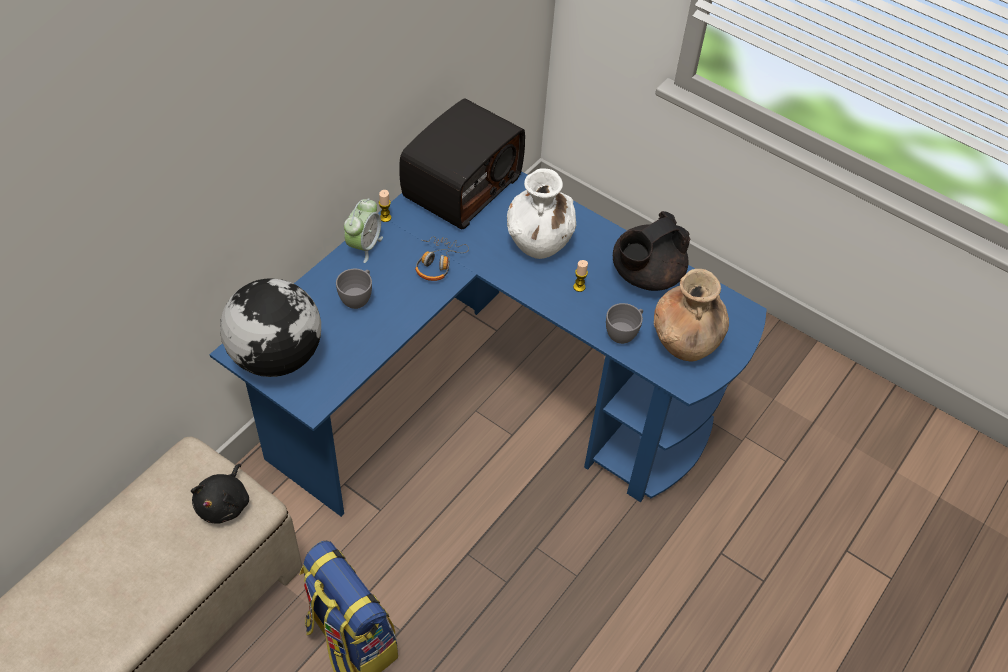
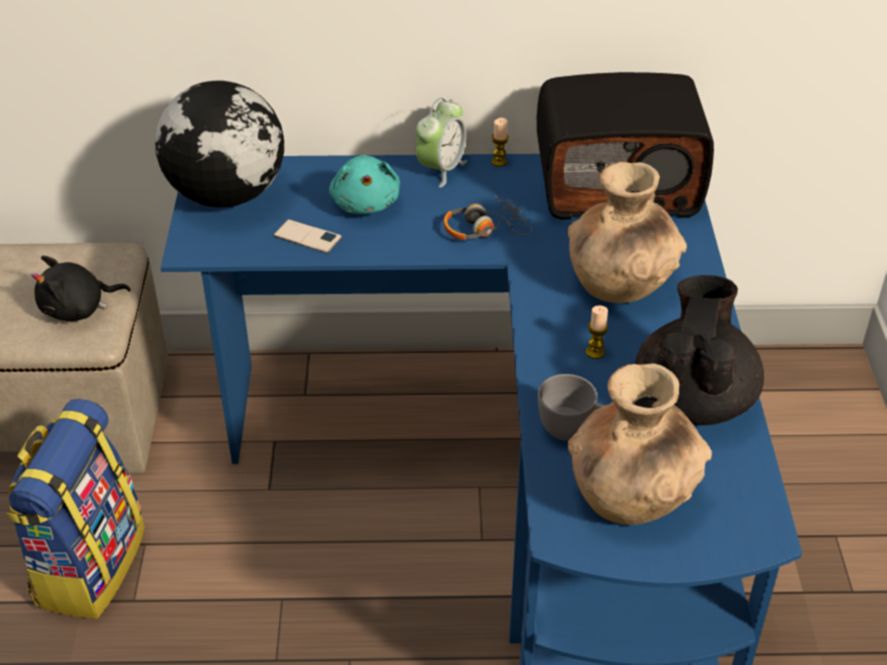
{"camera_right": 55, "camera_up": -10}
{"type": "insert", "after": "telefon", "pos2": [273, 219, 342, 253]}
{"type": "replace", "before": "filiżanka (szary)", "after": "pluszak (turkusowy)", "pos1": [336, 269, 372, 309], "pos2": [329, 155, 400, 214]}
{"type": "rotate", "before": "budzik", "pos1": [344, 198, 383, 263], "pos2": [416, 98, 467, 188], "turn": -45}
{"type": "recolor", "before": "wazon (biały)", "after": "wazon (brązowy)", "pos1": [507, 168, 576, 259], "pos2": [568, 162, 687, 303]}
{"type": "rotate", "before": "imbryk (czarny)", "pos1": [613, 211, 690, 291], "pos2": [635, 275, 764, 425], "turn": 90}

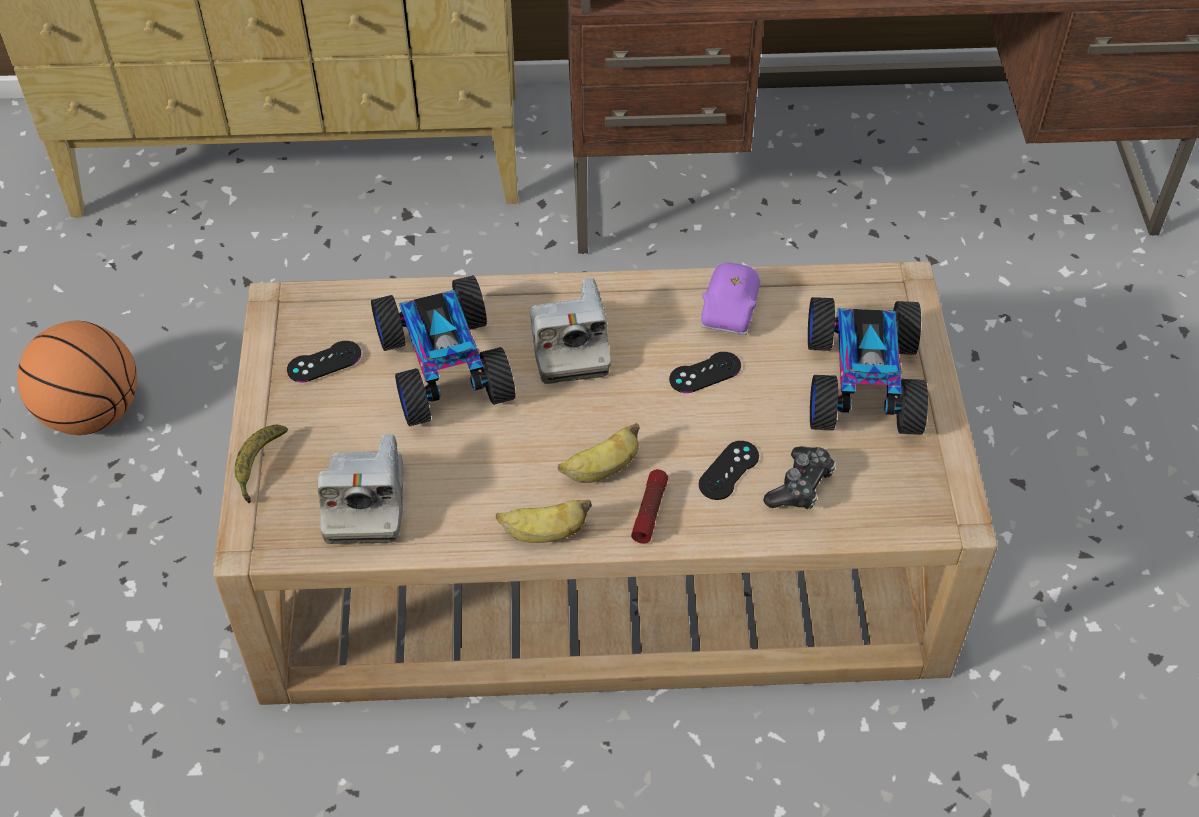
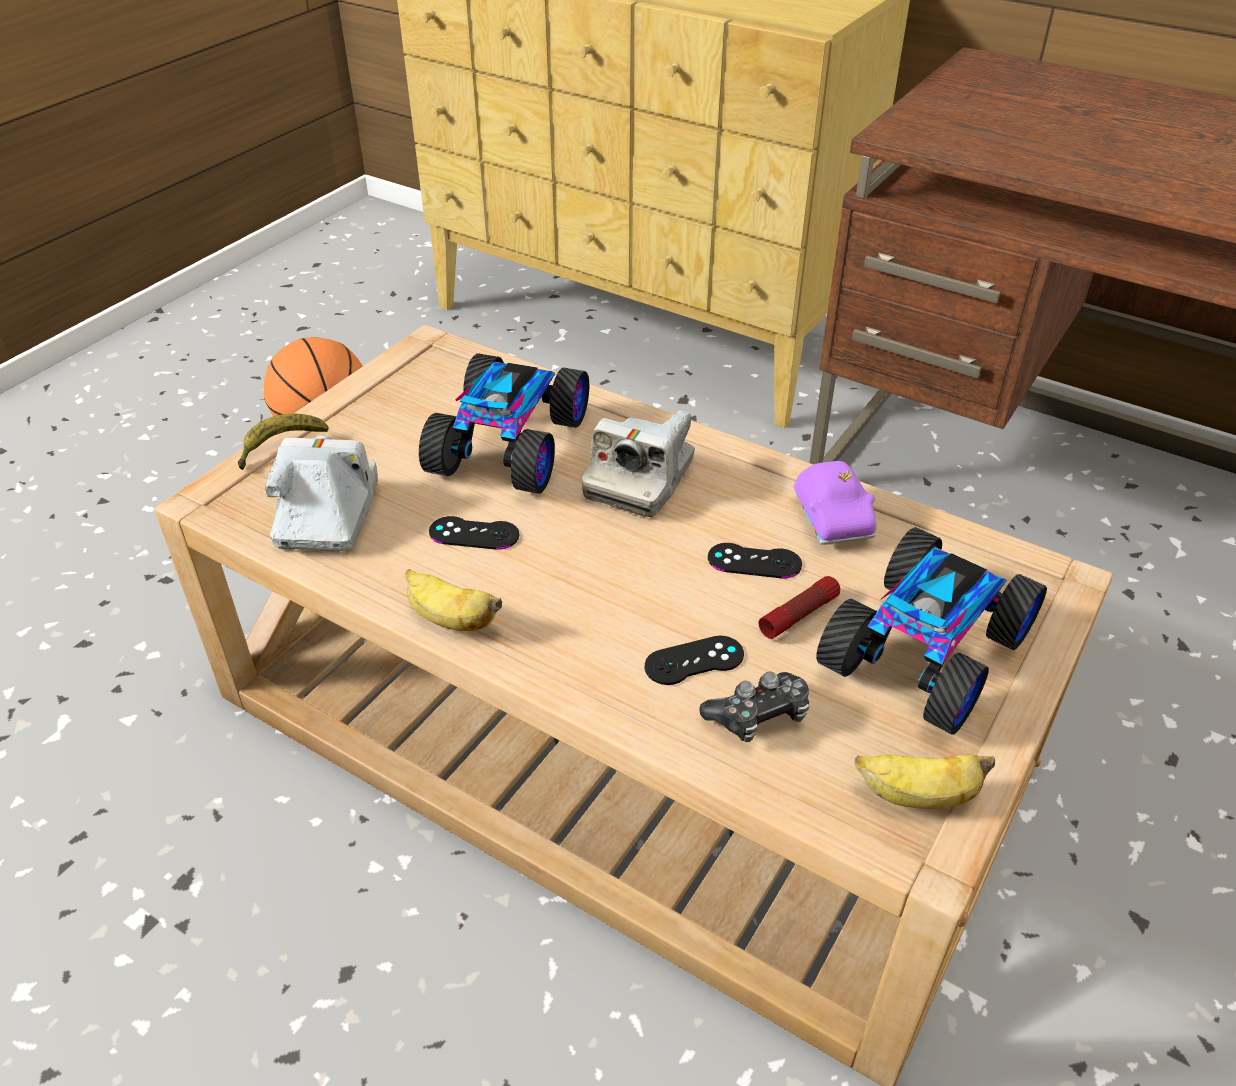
{"camera_right": 35, "camera_up": -10}
{"type": "rotate", "before": "aparat fotograficzny", "pos1": [318, 434, 403, 544], "pos2": [265, 435, 378, 551], "turn": 150}
{"type": "move", "before": "pad do gier (czarny)", "pos1": [287, 341, 361, 382], "pos2": [429, 516, 519, 550]}
{"type": "move", "before": "latarka", "pos1": [631, 469, 668, 544], "pos2": [758, 576, 840, 639]}
{"type": "rotate", "before": "samochodzik (fioletowy)", "pos1": [701, 262, 760, 335], "pos2": [794, 461, 876, 545], "turn": -60}
{"type": "move", "before": "banan", "pos1": [558, 423, 640, 483], "pos2": [855, 754, 995, 809]}

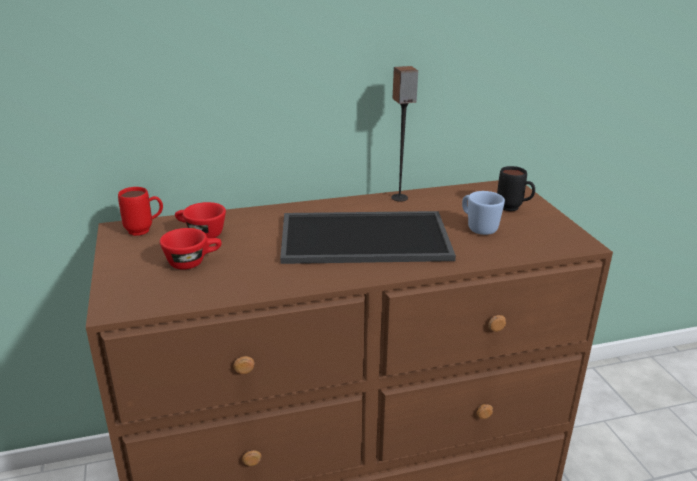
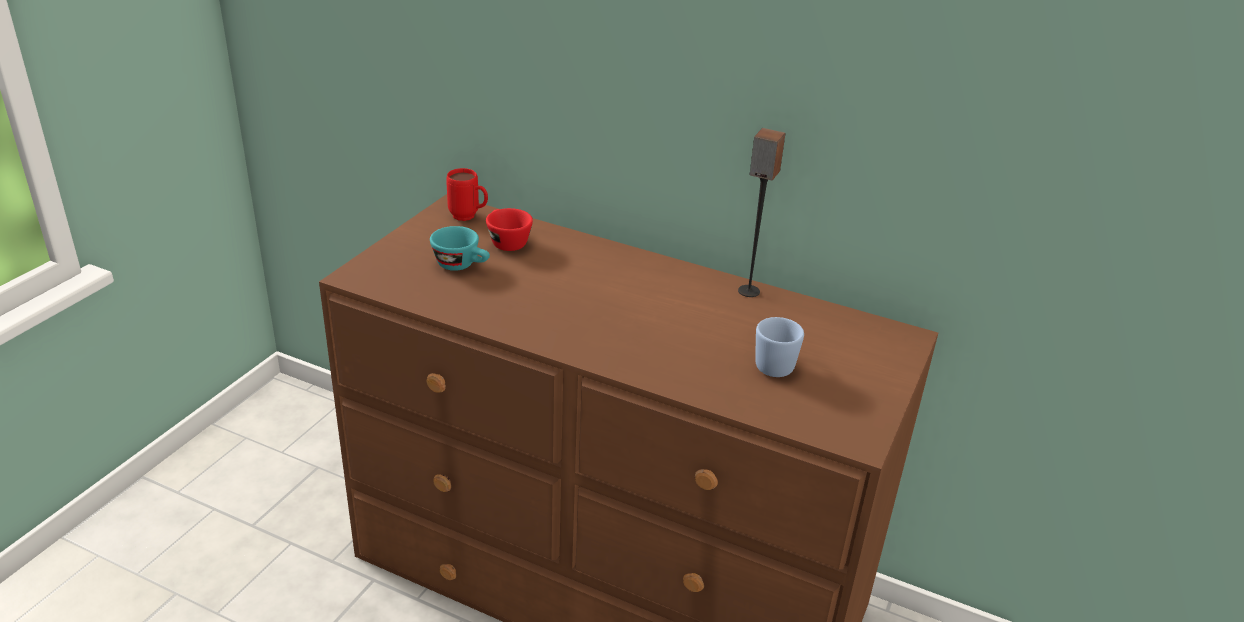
{"camera_right": 40, "camera_up": 5}
{"type": "recolor", "before": "filiżanka (czerwony)", "after": "filiżanka (turkusowy)", "pos1": [160, 228, 221, 270], "pos2": [430, 226, 490, 271]}
{"type": "delete", "before": "taca", "pos1": [280, 211, 456, 264]}
{"type": "delete", "before": "kubek (czarny)", "pos1": [497, 166, 535, 211]}

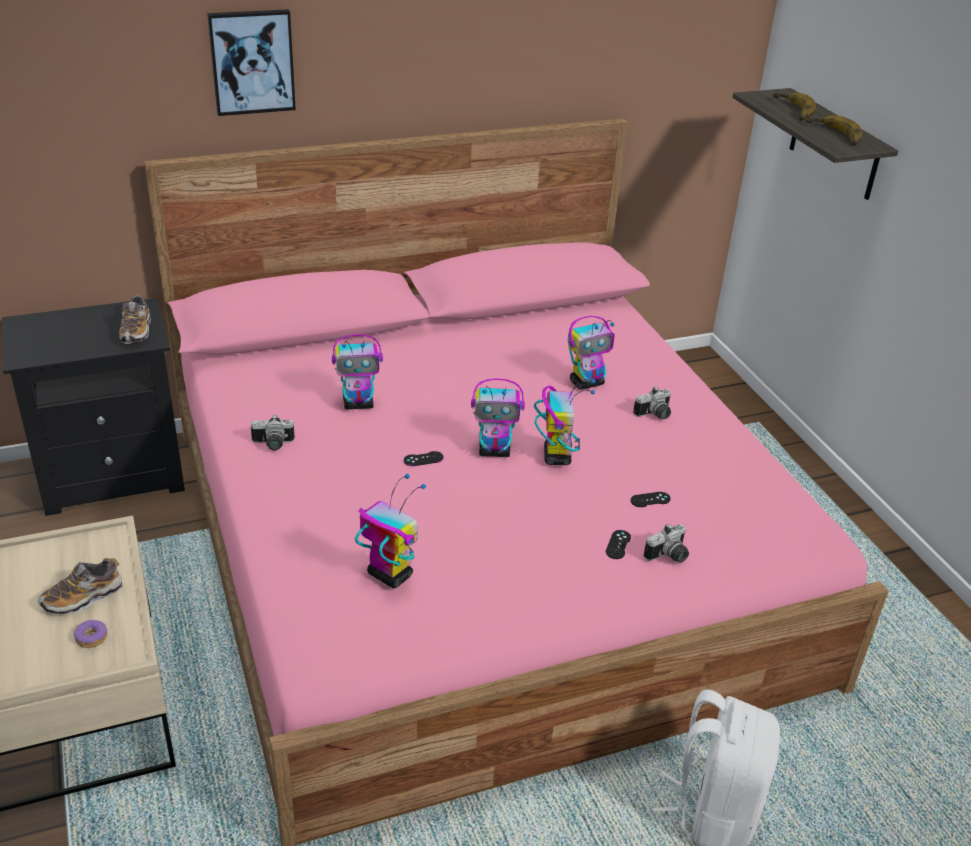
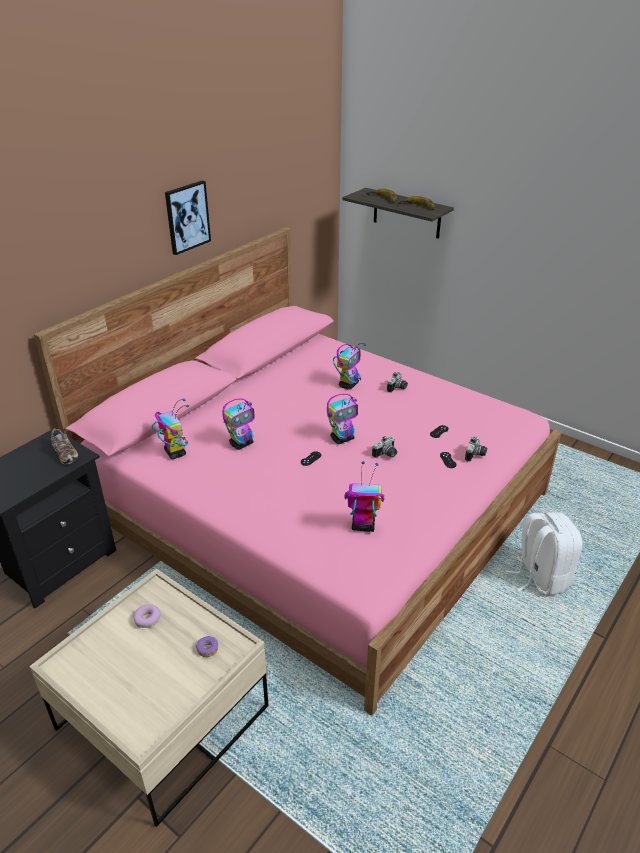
{"camera_right": -30, "camera_up": 0}
{"type": "insert", "after": "donut", "pos2": [133, 604, 161, 628]}
{"type": "move", "before": "robot zabawkowy", "pos1": [534, 379, 595, 465], "pos2": [152, 399, 189, 459]}
{"type": "move", "before": "obraz", "pos1": [207, 9, 296, 116], "pos2": [165, 181, 211, 255]}
{"type": "move", "before": "aparat fotograficzny", "pos1": [251, 415, 295, 451], "pos2": [372, 436, 397, 458]}
{"type": "delete", "before": "but", "pos1": [39, 558, 123, 614]}

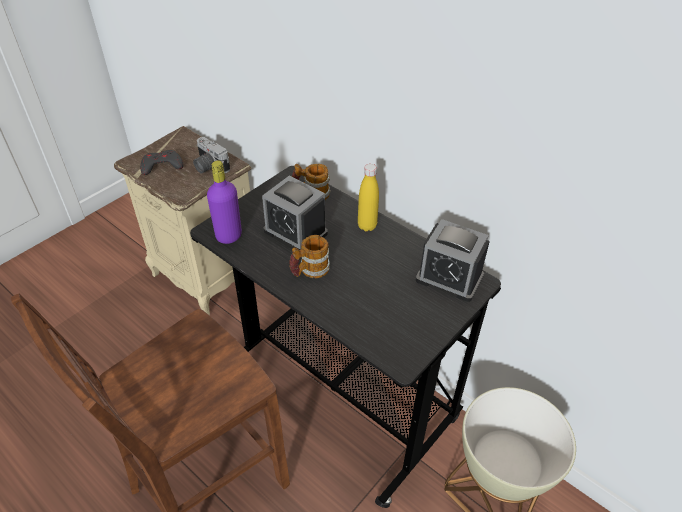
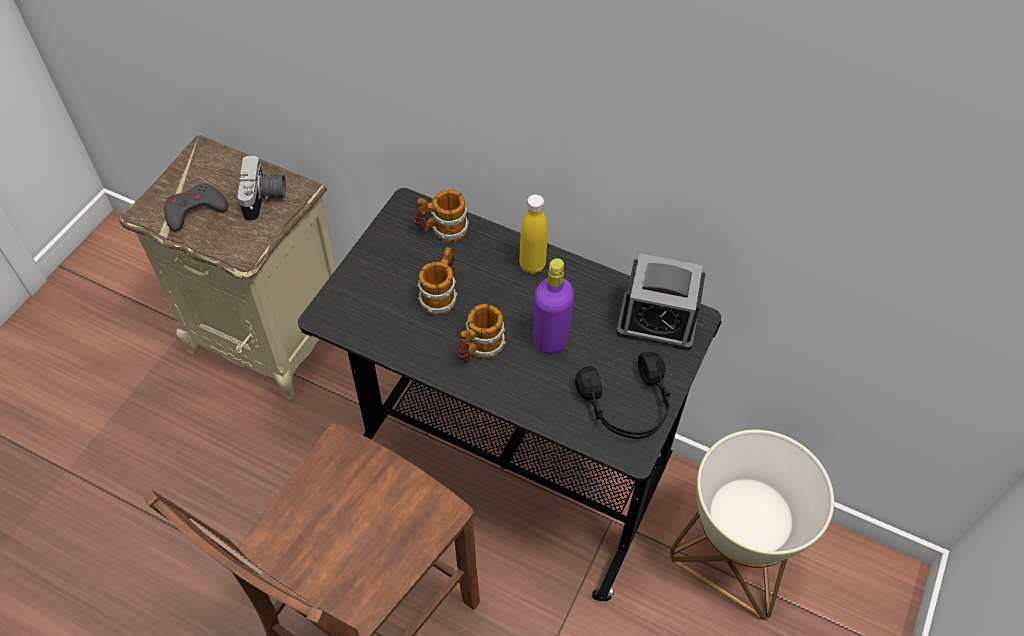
{"camera_right": -15, "camera_up": 10}
{"type": "rotate", "before": "aparat fotograficzny", "pos1": [193, 137, 230, 174], "pos2": [237, 156, 286, 222], "turn": -120}
{"type": "replace", "before": "budzik", "after": "kubek", "pos1": [262, 176, 328, 250], "pos2": [417, 247, 458, 315]}
{"type": "move", "before": "butelka (fioletowy)", "pos1": [207, 161, 242, 244], "pos2": [533, 258, 574, 354]}
{"type": "insert", "after": "słuchawki (czarny)", "pos2": [575, 352, 670, 439]}

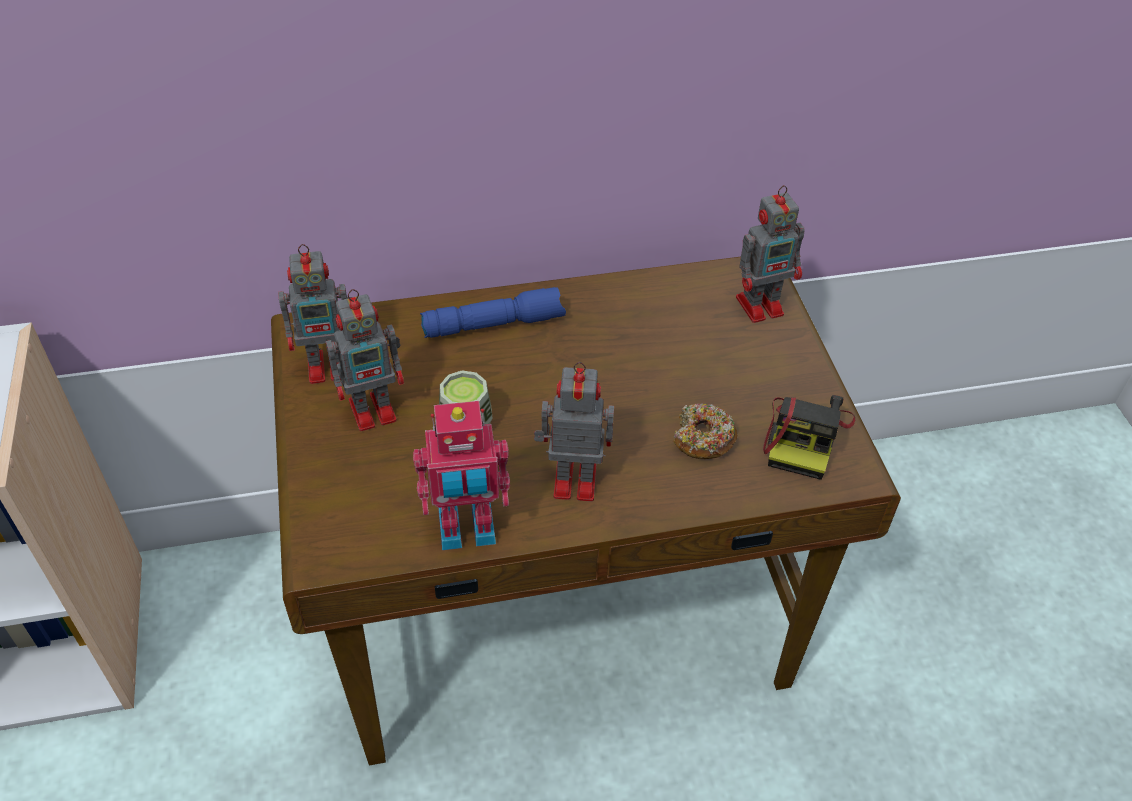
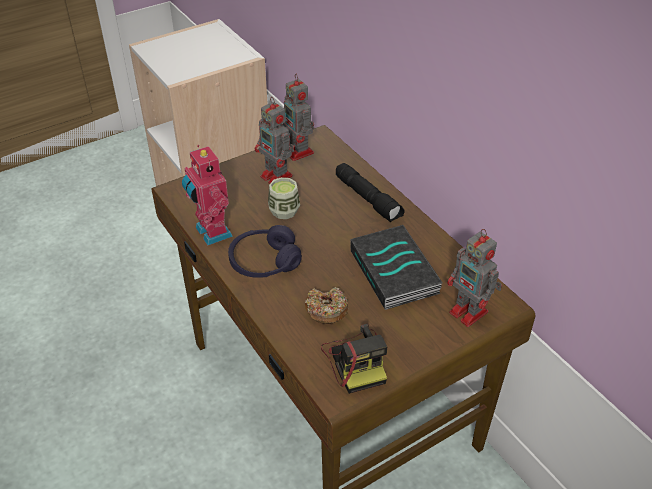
{"camera_right": 70, "camera_up": -5}
{"type": "replace", "before": "robot zabawkowy", "after": "słuchawki (fioletowy)", "pos1": [534, 362, 614, 501], "pos2": [228, 225, 302, 278]}
{"type": "rotate", "before": "aparat fotograficzny", "pos1": [763, 395, 856, 480], "pos2": [321, 324, 387, 394], "turn": -105}
{"type": "recolor", "before": "latarka (niebieski)", "after": "latarka (czarny)", "pos1": [420, 287, 566, 338], "pos2": [336, 163, 405, 222]}
{"type": "insert", "after": "książka", "pos2": [350, 225, 443, 310]}

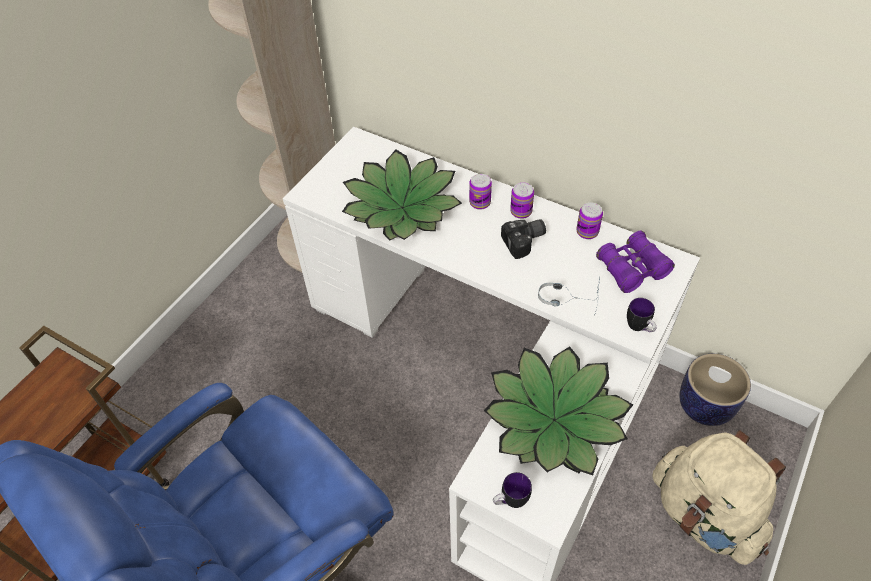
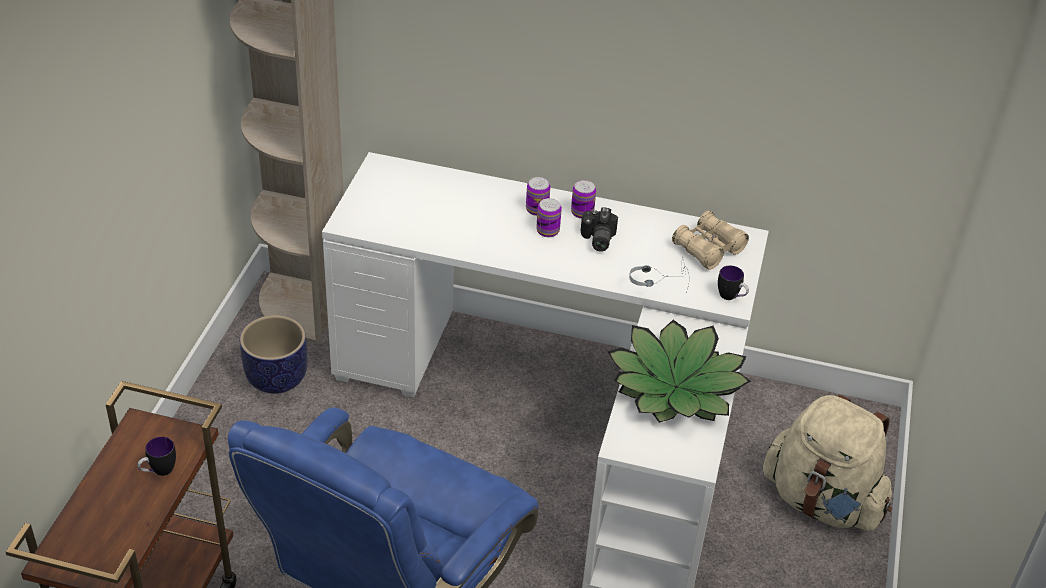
{"camera_right": -20, "camera_up": -10}
{"type": "move", "before": "kubek", "pos1": [493, 472, 532, 508], "pos2": [137, 437, 176, 476]}
{"type": "move", "before": "donica", "pos1": [679, 354, 751, 426], "pos2": [240, 315, 308, 394]}
{"type": "move", "before": "puszka", "pos1": [577, 203, 603, 239], "pos2": [536, 198, 562, 237]}
{"type": "rotate", "before": "aparat fotograficzny", "pos1": [501, 219, 546, 259], "pos2": [581, 207, 618, 252], "turn": 135}
{"type": "recolor", "before": "lornetka (fioletowy)", "after": "lornetka (beżowy)", "pos1": [596, 231, 675, 293], "pos2": [672, 211, 749, 270]}
{"type": "delete", "before": "roślina doniczkowa", "pos1": [342, 150, 462, 241]}

